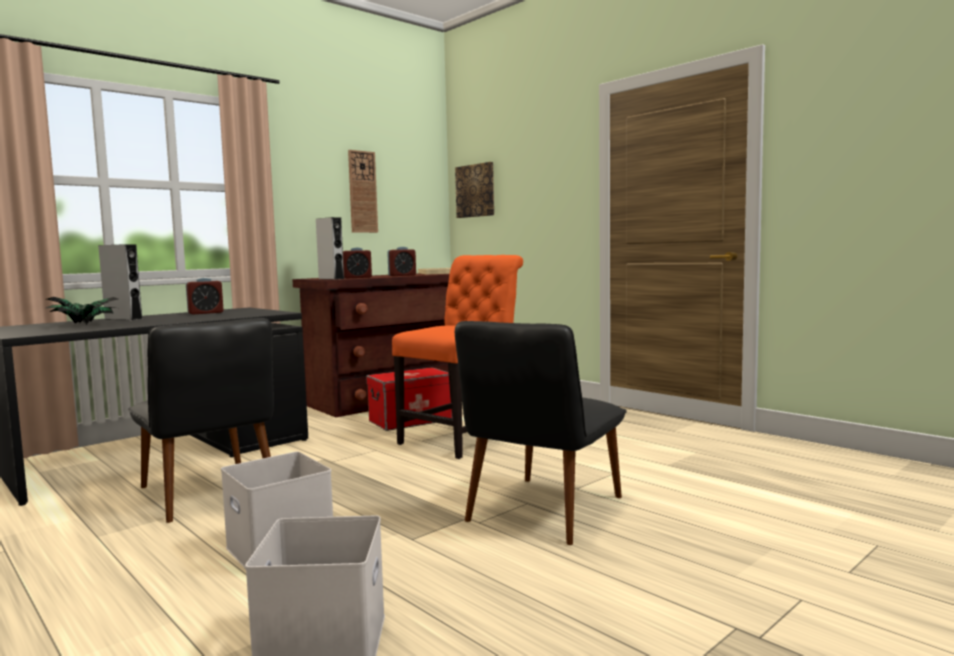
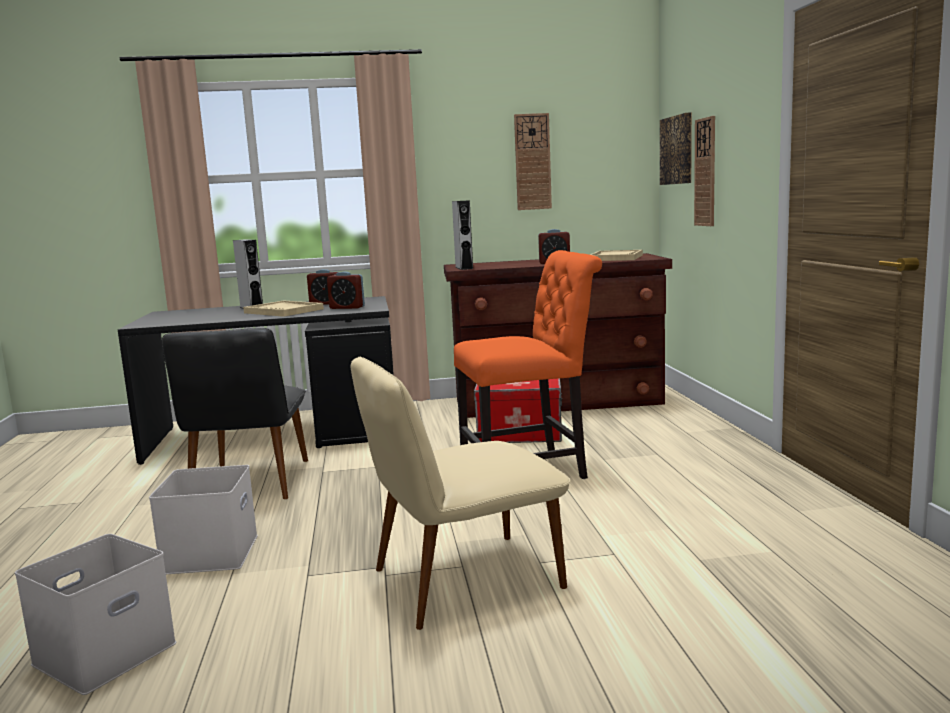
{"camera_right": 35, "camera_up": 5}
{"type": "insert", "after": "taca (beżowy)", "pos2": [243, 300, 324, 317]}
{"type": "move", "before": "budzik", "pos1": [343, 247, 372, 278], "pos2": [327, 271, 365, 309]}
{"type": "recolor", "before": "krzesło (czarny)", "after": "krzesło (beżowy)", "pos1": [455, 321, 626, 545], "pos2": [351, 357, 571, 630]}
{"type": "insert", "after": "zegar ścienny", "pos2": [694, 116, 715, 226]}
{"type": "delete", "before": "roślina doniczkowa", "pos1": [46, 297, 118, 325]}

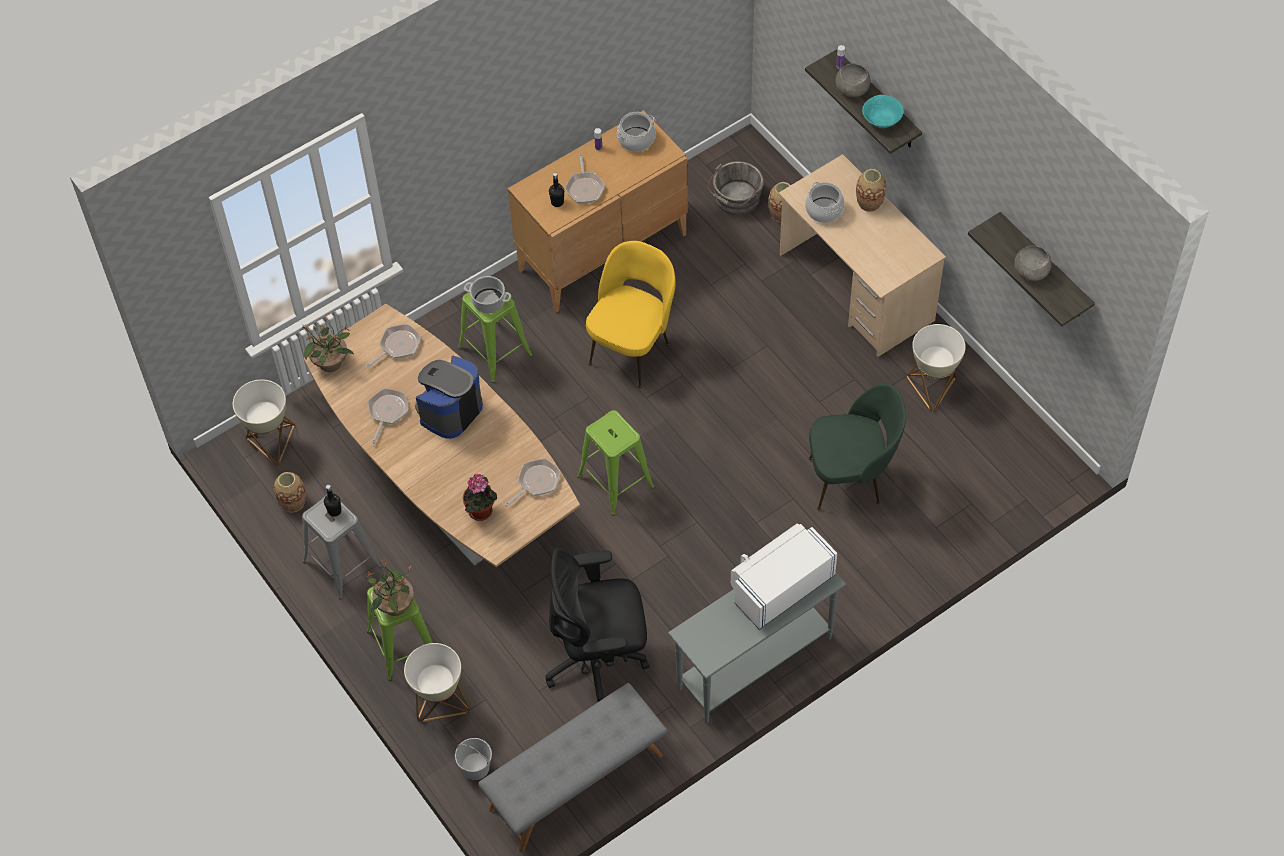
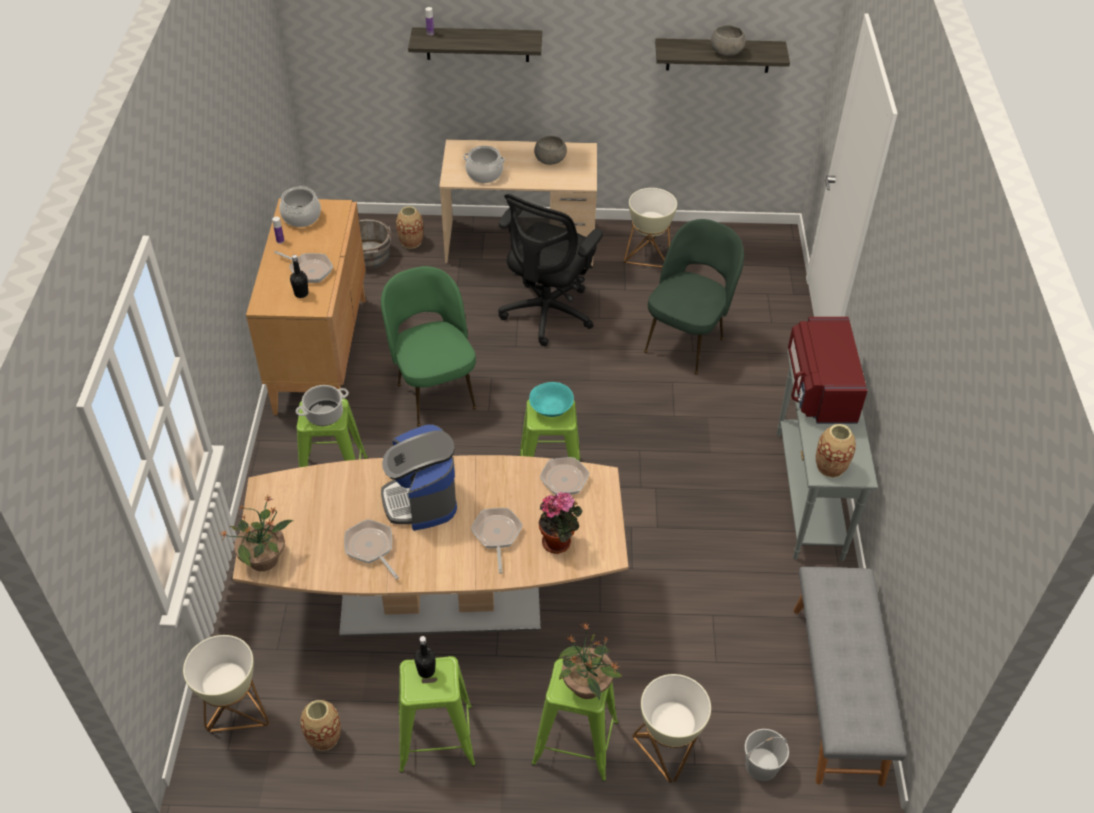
{"camera_right": -55, "camera_up": -10}
{"type": "recolor", "before": "krzesło (żółty)", "after": "krzesło (zielony)", "pos1": [586, 241, 676, 388], "pos2": [381, 266, 476, 427]}
{"type": "recolor", "before": "stołek (szary)", "after": "stołek (zielony)", "pos1": [302, 494, 382, 600], "pos2": [398, 656, 476, 773]}
{"type": "move", "before": "patelnia", "pos1": [366, 324, 421, 367], "pos2": [471, 508, 523, 573]}
{"type": "move", "before": "krzesło biurowe (czarny)", "pos1": [545, 547, 650, 702], "pos2": [498, 194, 603, 346]}
{"type": "move", "before": "miska (turkusowy)", "pos1": [862, 95, 904, 128], "pos2": [529, 382, 574, 417]}
{"type": "move", "before": "miska (szary)", "pos1": [836, 64, 871, 97], "pos2": [534, 136, 567, 165]}
{"type": "recolor", "before": "mikrofalówka (biały)", "after": "mikrofalówka (czerwony)", "pos1": [731, 524, 837, 630], "pos2": [788, 317, 867, 424]}
{"type": "move", "before": "wazon", "pos1": [856, 169, 886, 212], "pos2": [816, 424, 856, 478]}

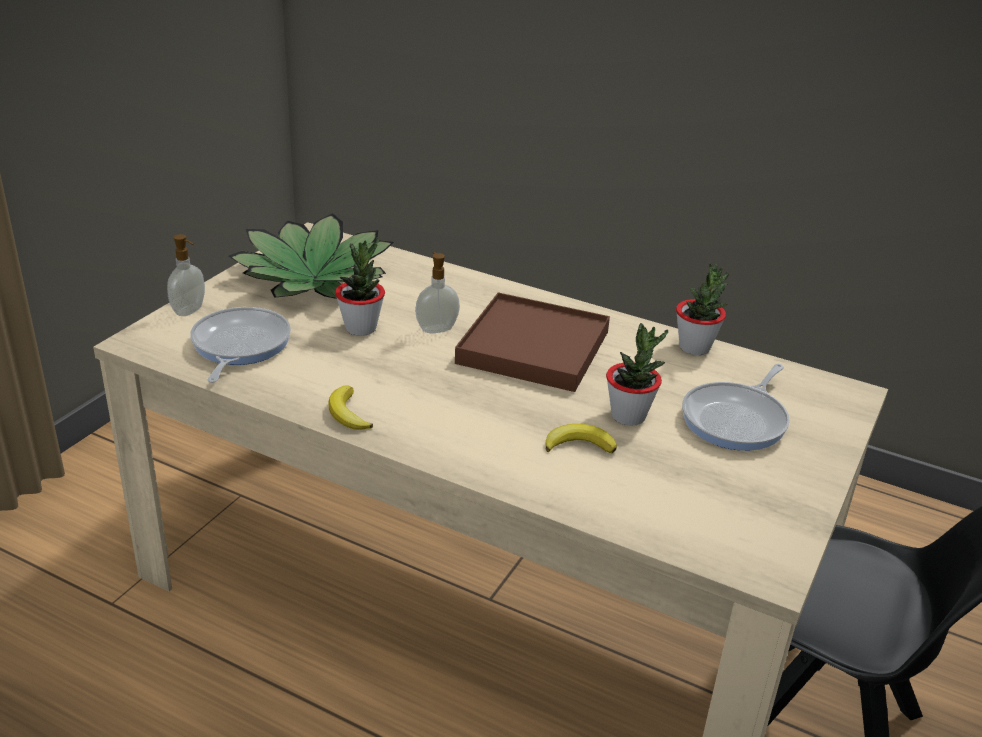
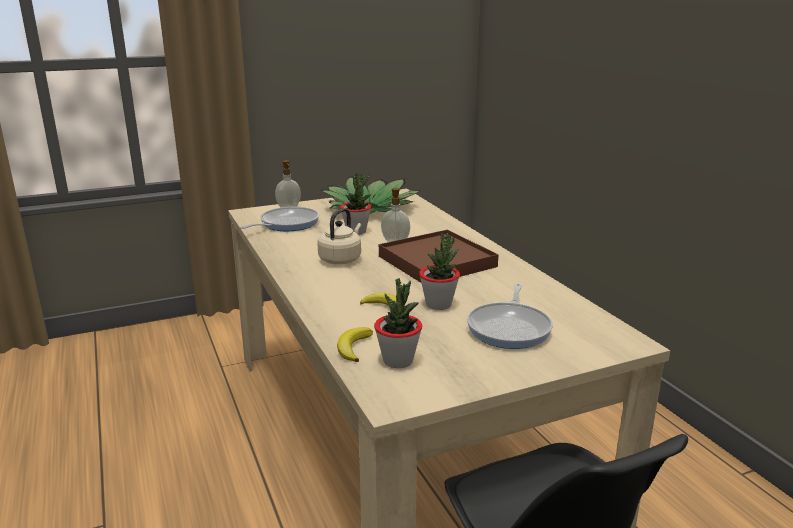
{"camera_right": 40, "camera_up": -10}
{"type": "insert", "after": "czajnik (beżowy)", "pos2": [317, 208, 362, 264]}
{"type": "move", "before": "banan", "pos1": [328, 385, 373, 430], "pos2": [337, 327, 373, 362]}
{"type": "move", "before": "roślina doniczkowa", "pos1": [676, 264, 728, 355], "pos2": [374, 278, 422, 368]}
{"type": "rotate", "before": "patelnia", "pos1": [682, 364, 790, 451], "pos2": [467, 284, 553, 349], "turn": -60}

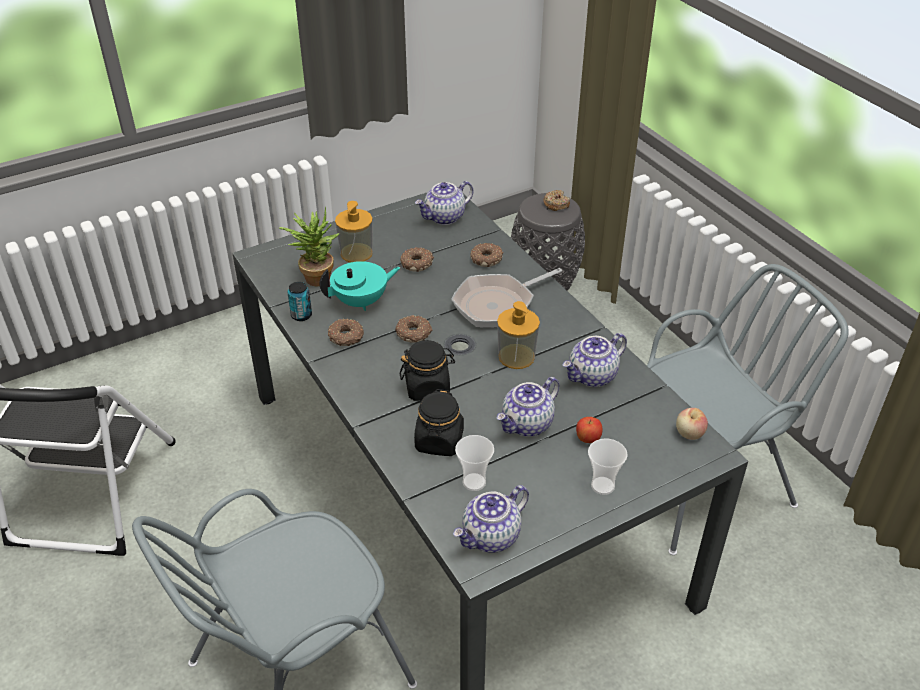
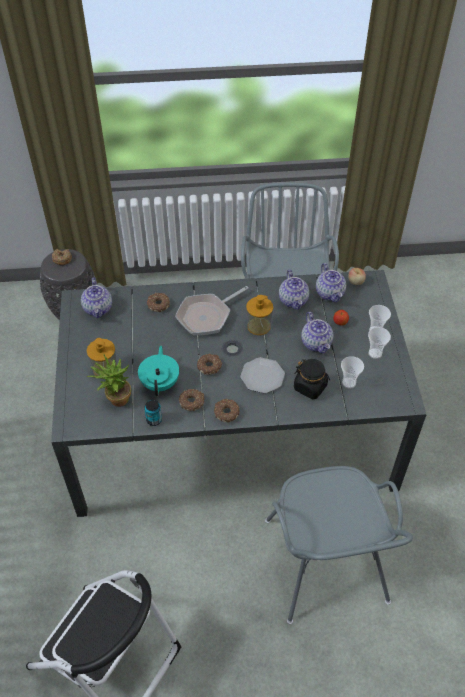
{"camera_right": -65, "camera_up": 10}
{"type": "rotate", "before": "patelnia", "pos1": [451, 268, 562, 328], "pos2": [175, 286, 249, 336], "turn": 60}
{"type": "move", "before": "donut", "pos1": [400, 248, 434, 272], "pos2": [214, 399, 240, 423]}
{"type": "replace", "before": "słoik (czarny)", "after": "talerz", "pos1": [400, 340, 455, 401], "pos2": [240, 357, 285, 393]}
{"type": "move", "before": "imbryk", "pos1": [453, 485, 529, 553], "pos2": [316, 263, 346, 303]}
{"type": "insert", "after": "filiżanka", "pos2": [368, 327, 391, 359]}

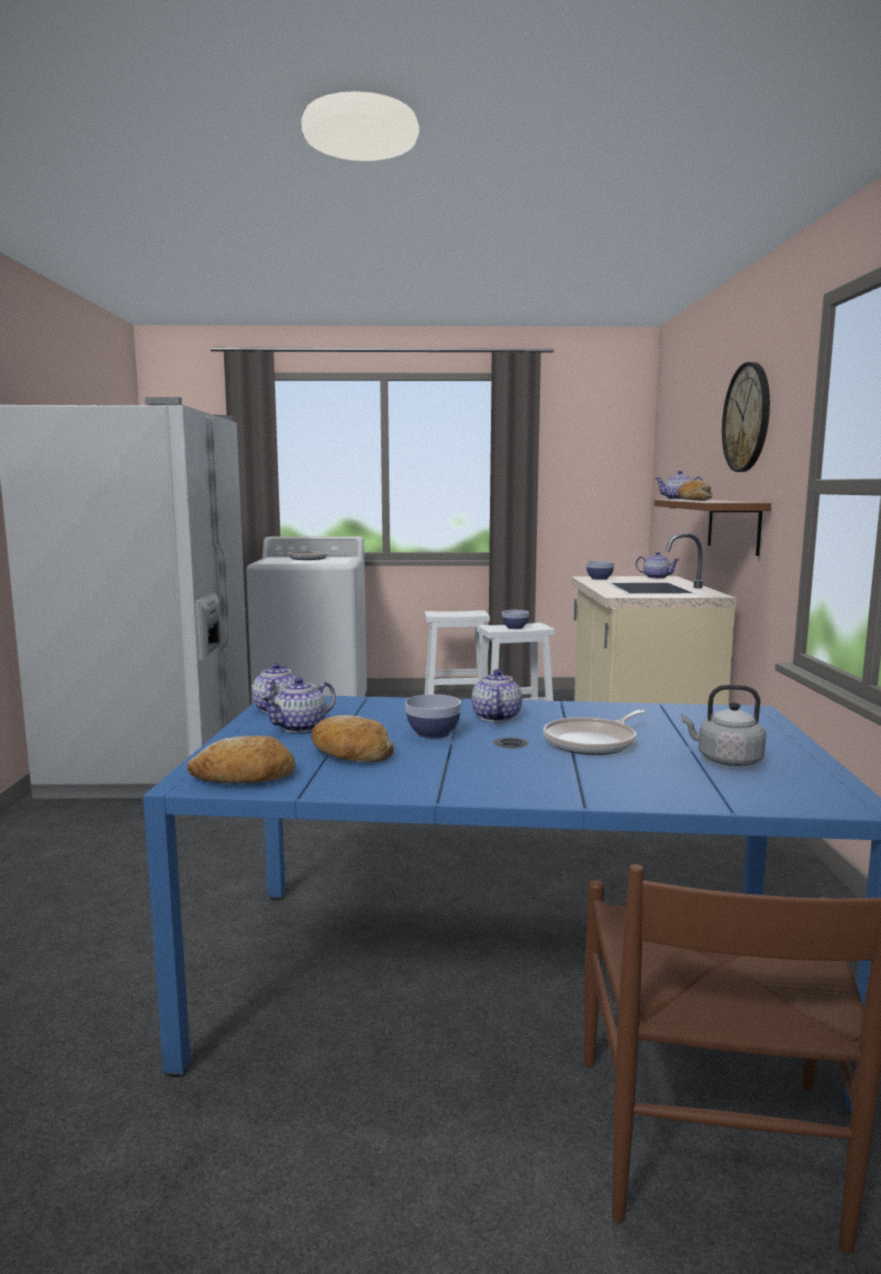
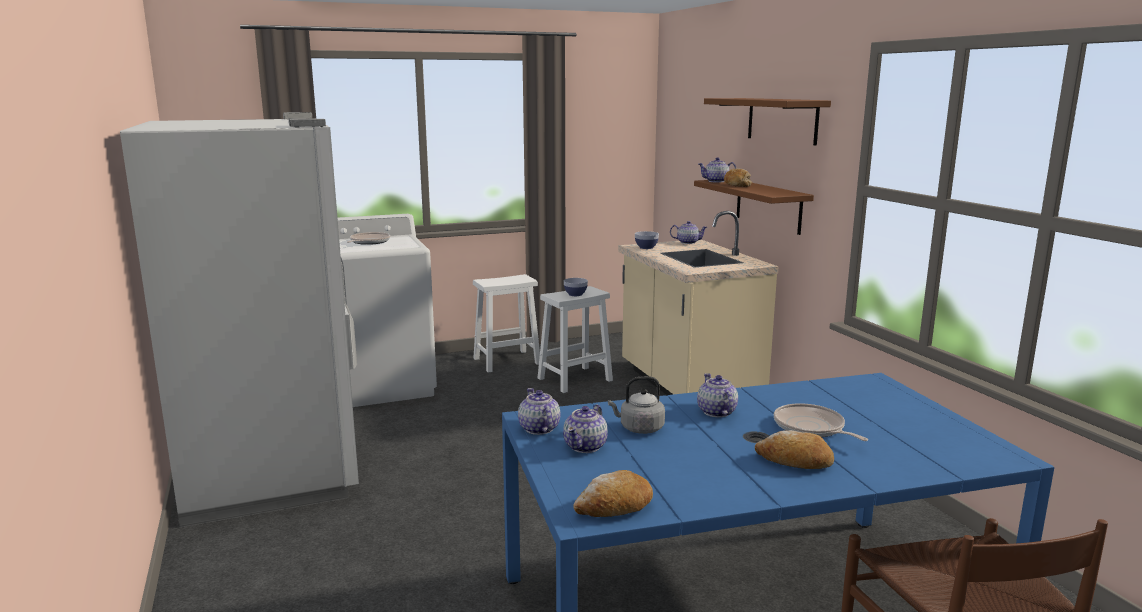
{"camera_right": -20, "camera_up": 5}
{"type": "move", "before": "czajnik (szary)", "pos1": [681, 685, 766, 766], "pos2": [608, 376, 665, 434]}
{"type": "replace", "before": "zegar ścienny", "after": "półka (brązowy)", "pos1": [722, 362, 770, 472], "pos2": [704, 98, 831, 146]}
{"type": "move", "before": "chleb", "pos1": [311, 715, 394, 762], "pos2": [755, 430, 834, 469]}
{"type": "rotate", "before": "patelnia", "pos1": [543, 710, 645, 755], "pos2": [774, 403, 868, 441], "turn": 120}
{"type": "delete", "before": "miska", "pos1": [405, 694, 461, 739]}

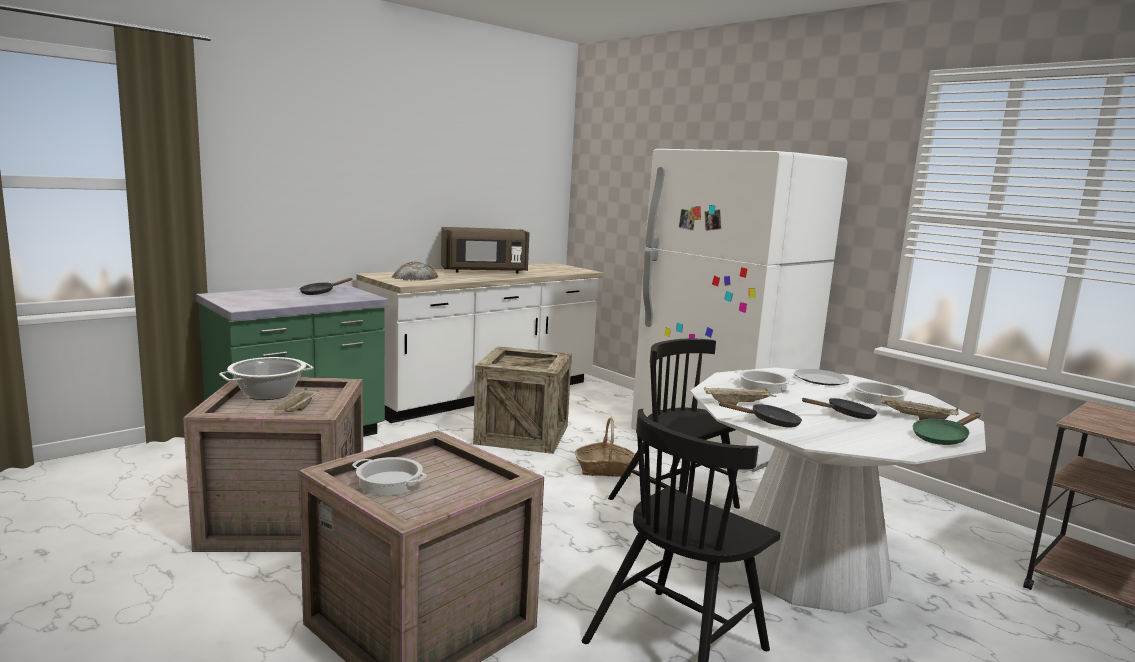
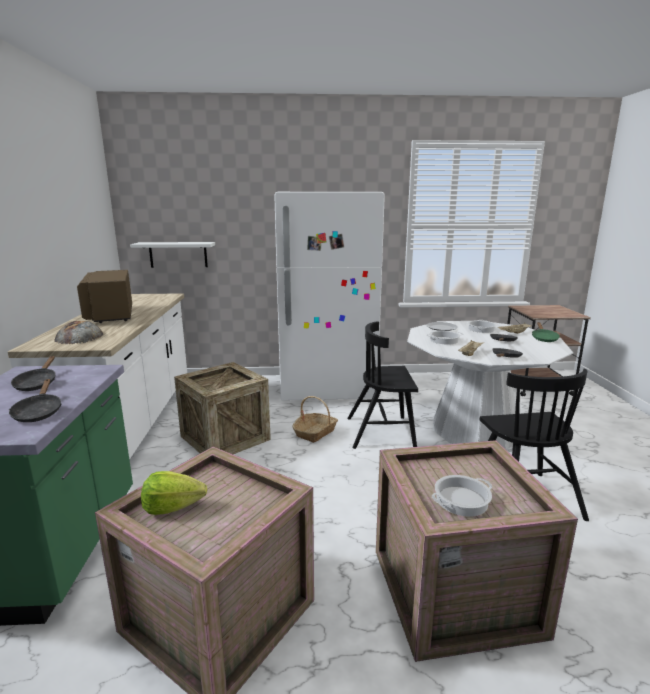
{"camera_right": -50, "camera_up": 5}
{"type": "insert", "after": "patelnia (czarny)", "pos2": [9, 379, 62, 422]}
{"type": "rotate", "before": "mikrofalówka (brązowy)", "pos1": [441, 227, 529, 273], "pos2": [77, 270, 132, 323], "turn": 135}
{"type": "insert", "after": "półka (biały)", "pos2": [130, 242, 215, 268]}
{"type": "replace", "before": "garnek", "after": "sałata", "pos1": [219, 357, 314, 400], "pos2": [141, 471, 207, 515]}
{"type": "delete", "before": "taca (beżowy)", "pos1": [268, 388, 319, 412]}

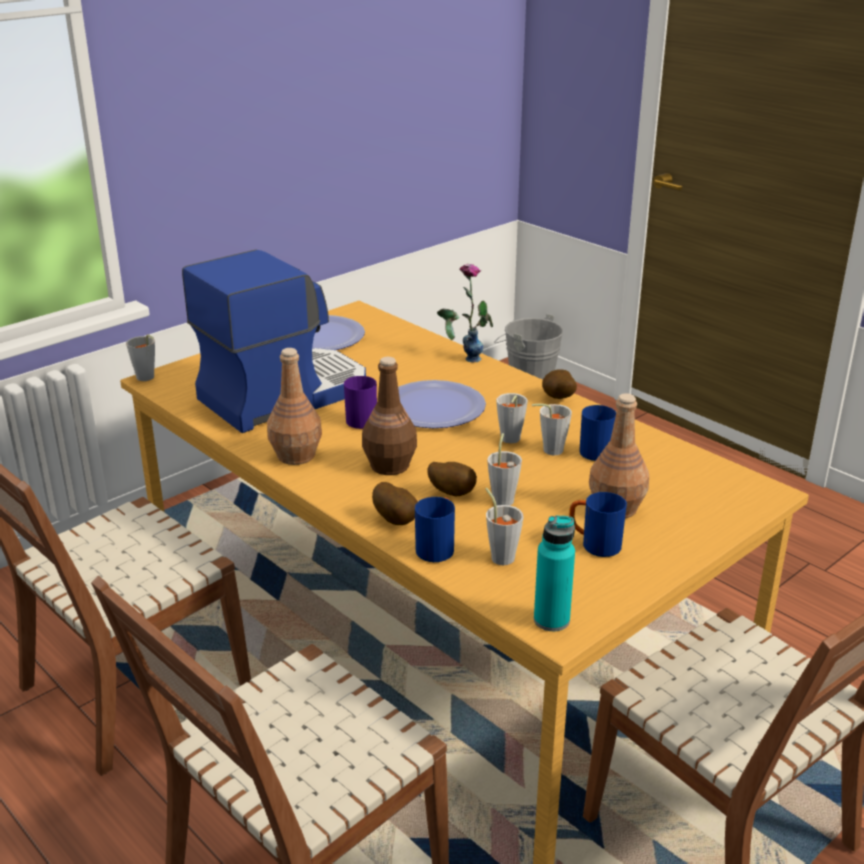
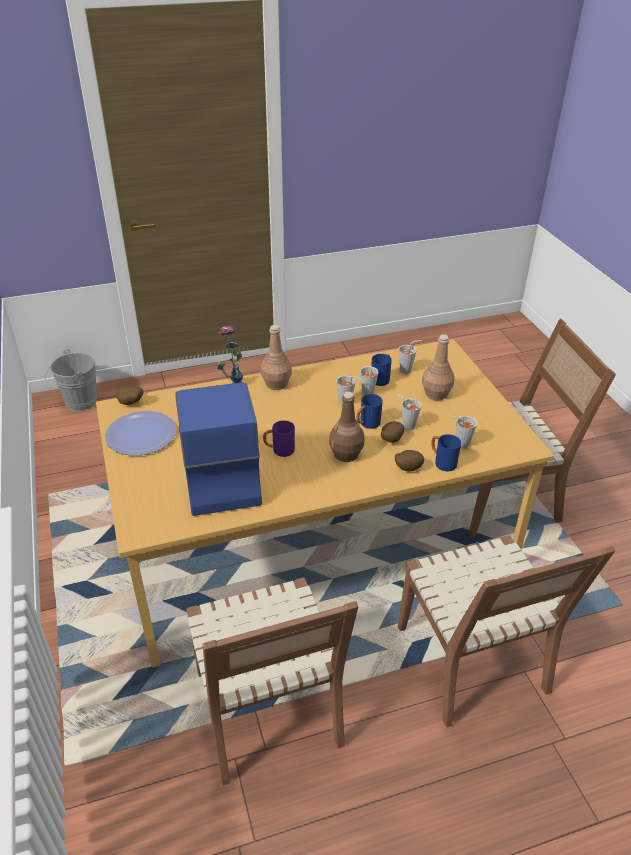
{"camera_right": -65, "camera_up": 10}
{"type": "move", "before": "ziemniak", "pos1": [542, 369, 577, 399], "pos2": [116, 385, 143, 405]}
{"type": "move", "before": "butelka (brązowy)", "pos1": [267, 348, 322, 465], "pos2": [261, 325, 292, 390]}
{"type": "move", "before": "kubek (niebieski)", "pos1": [569, 492, 627, 557], "pos2": [357, 394, 383, 429]}
{"type": "move", "before": "filiżanka (szary)", "pos1": [126, 334, 155, 381], "pos2": [398, 340, 422, 374]}
{"type": "delete", "before": "talerz", "pos1": [398, 380, 486, 428]}
{"type": "delete", "before": "butelka (turkusowy)", "pos1": [534, 516, 575, 631]}

